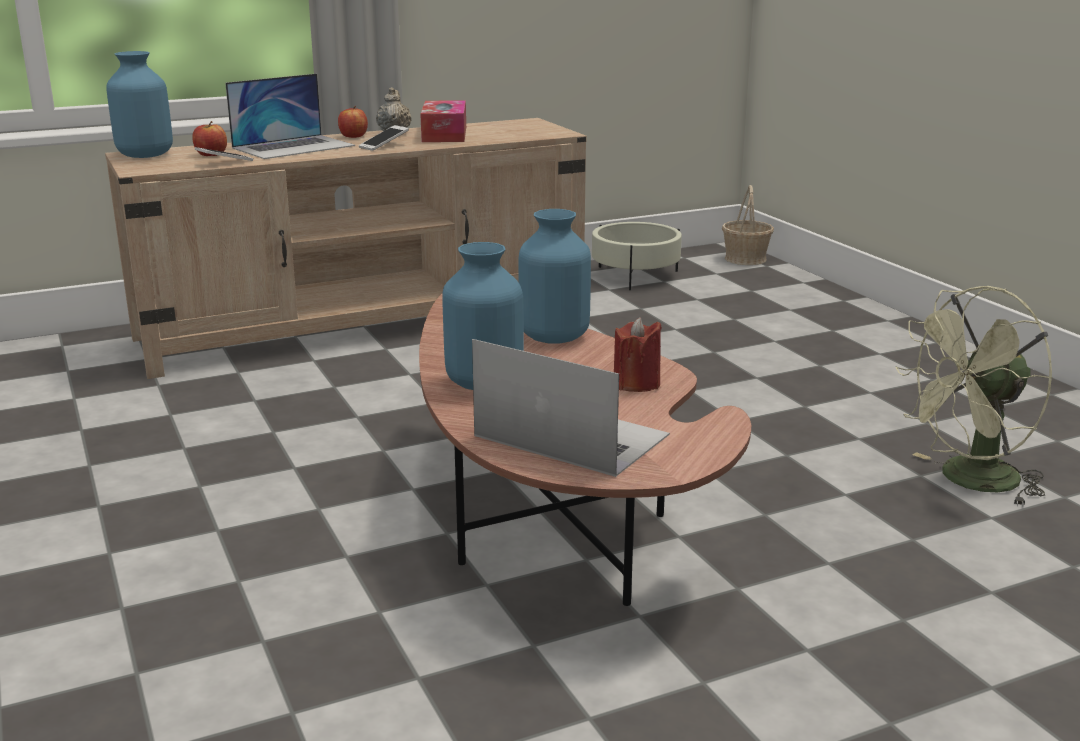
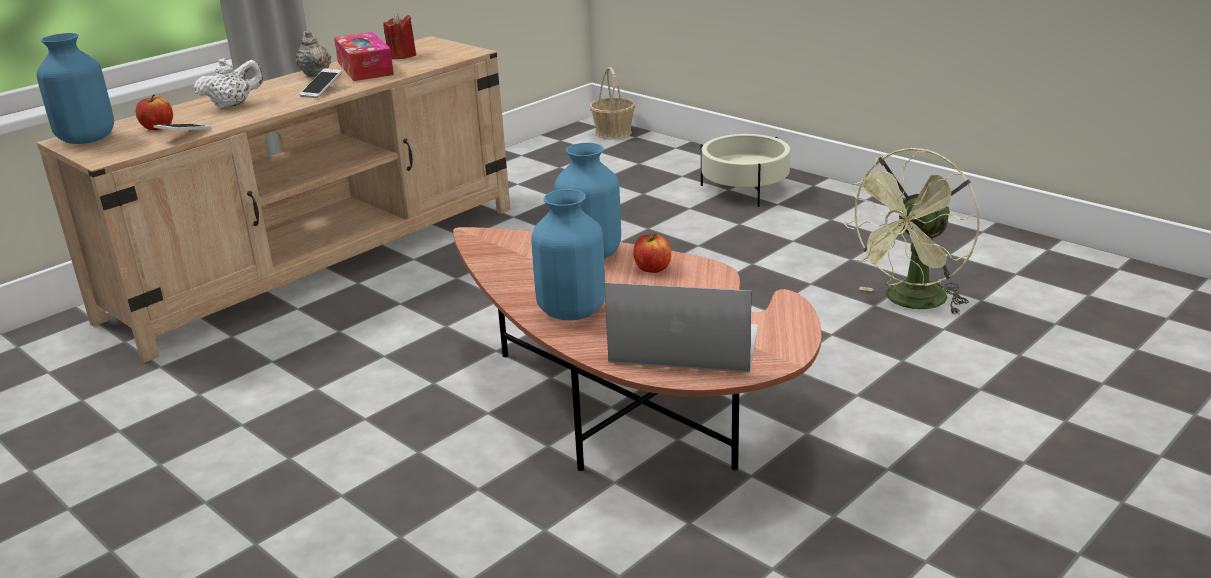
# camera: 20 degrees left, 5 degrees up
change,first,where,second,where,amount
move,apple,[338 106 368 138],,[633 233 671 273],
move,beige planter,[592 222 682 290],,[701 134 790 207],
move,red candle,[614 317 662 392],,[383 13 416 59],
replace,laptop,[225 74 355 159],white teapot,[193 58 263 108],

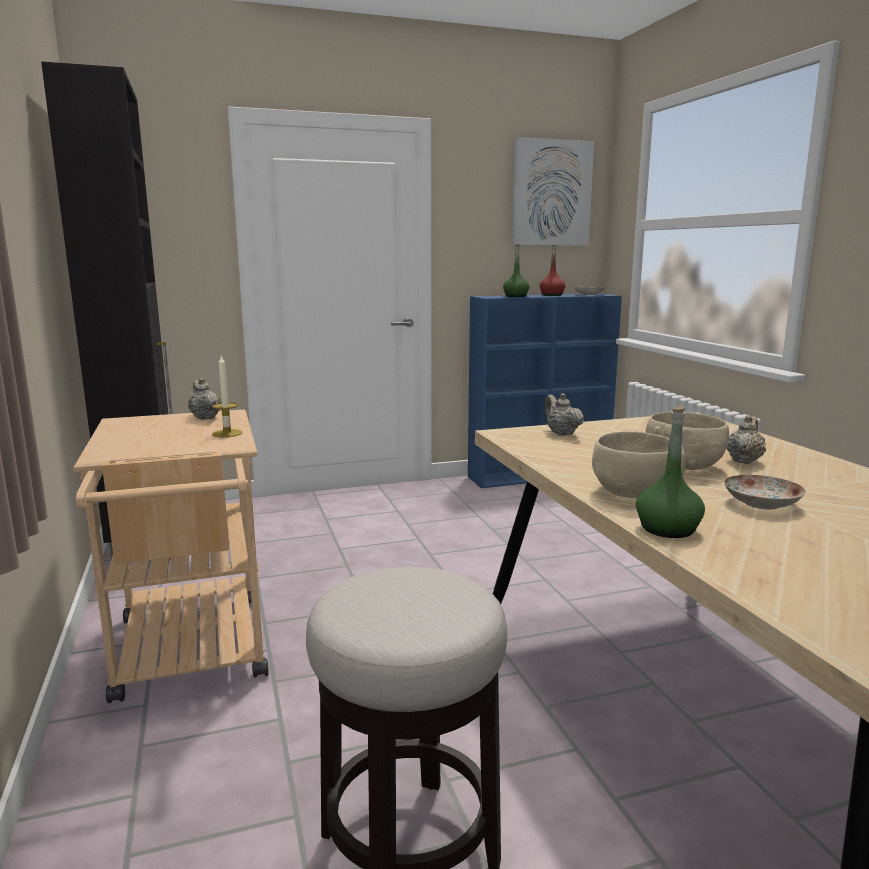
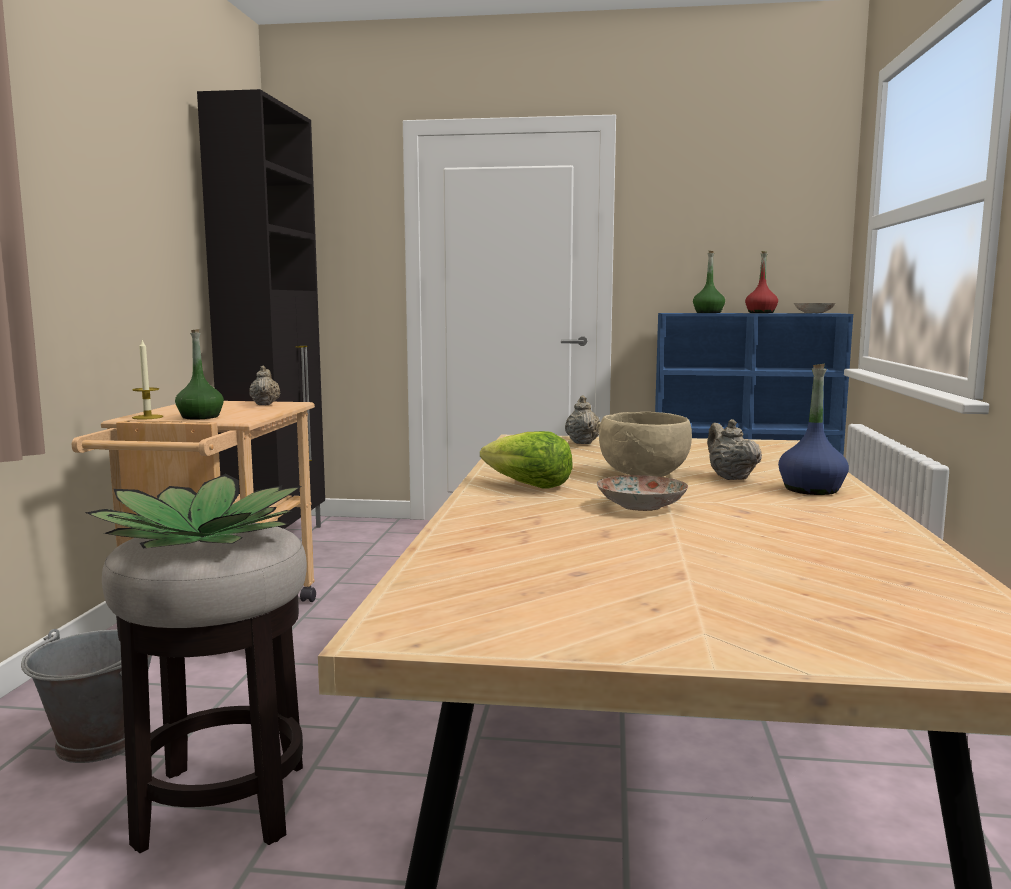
# camera: 25 degrees right, 5 degrees down
change,first,where,second,where,amount
delete,picture,[512 137 594 245],,,
insert,,,grey bucket,[21 629 152 763],
insert,,,potted plant,[86 474 302 548],
insert,,,blue bottle,[778 364 849 495],
move,candle,[212 356 243 437],,[132 340 163 420],
move,green bottle,[636 406 705 538],,[175 329 224 420],
replace,beige bowl,[592 431 686 498],lettuce,[480 431 572 488],
rotate,beige teapot,[727 415 766 464],,[707 419 762 480],75 degrees counterclockwise

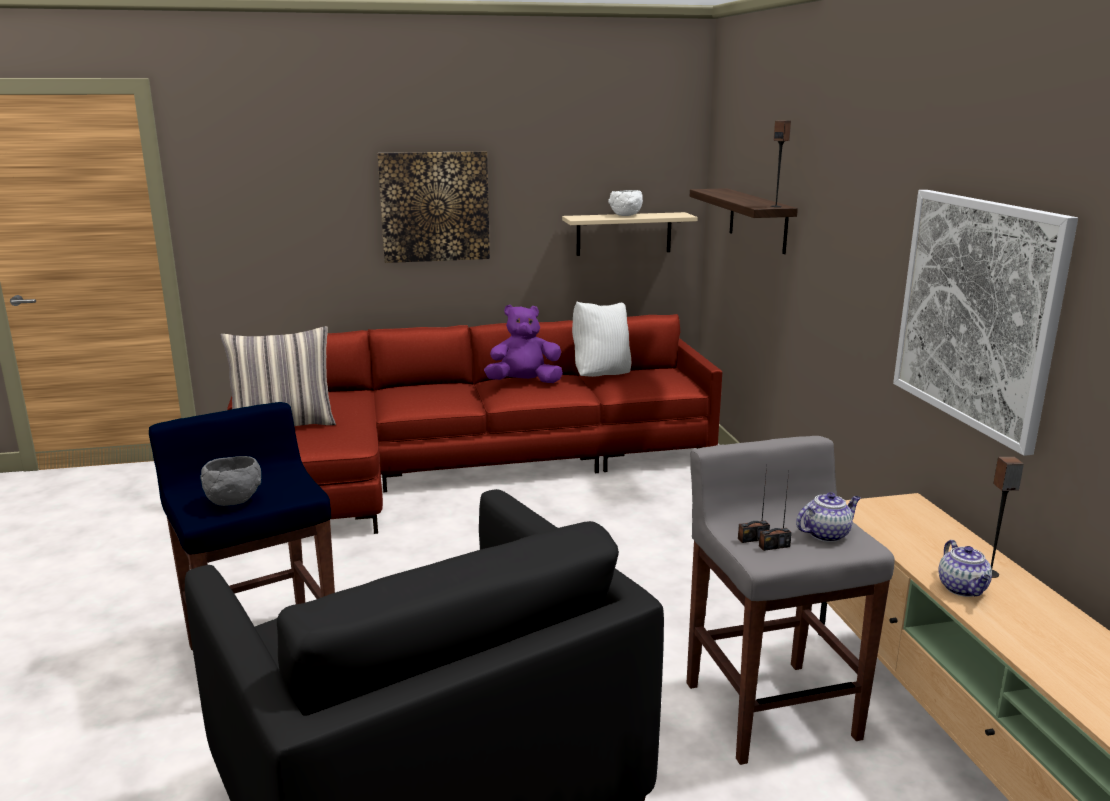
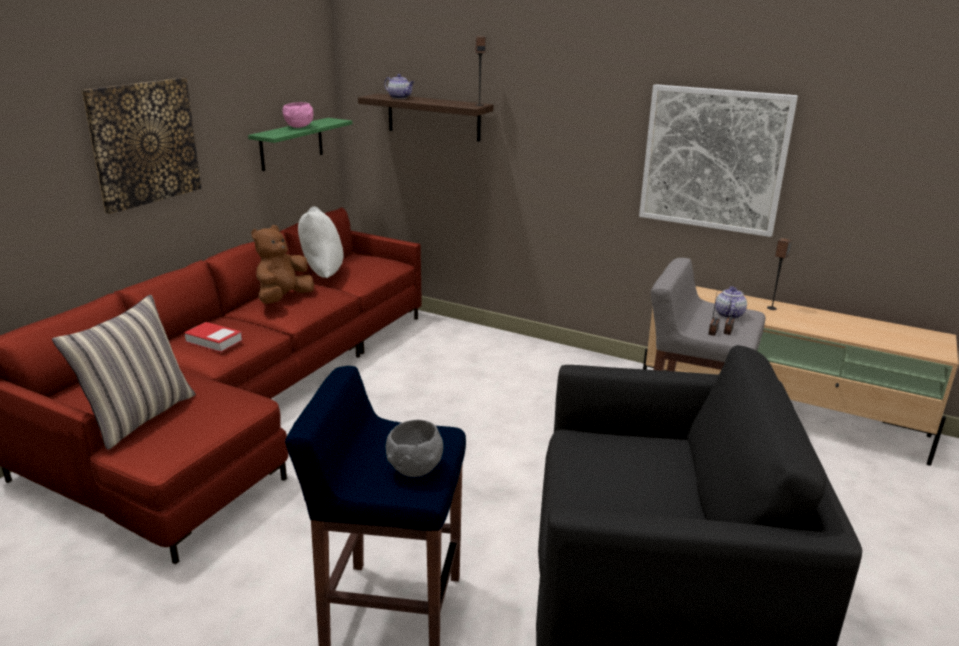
# camera: 50 degrees left, 5 degrees up
change,first,where,second,where,amount
insert,,,book,[184 322 243 353],
move,teapot,[938 540 992 597],,[384 74 414 99],
recolor,purple plush toy,[484 305 563 383],brown plush toy,[251 225 314 304],
recolor,beige shelf,[562 212 698 256],green shelf,[248 118 352 171],
recolor,white bowl,[608 190 643 216],pink bowl,[283 102 313 128],

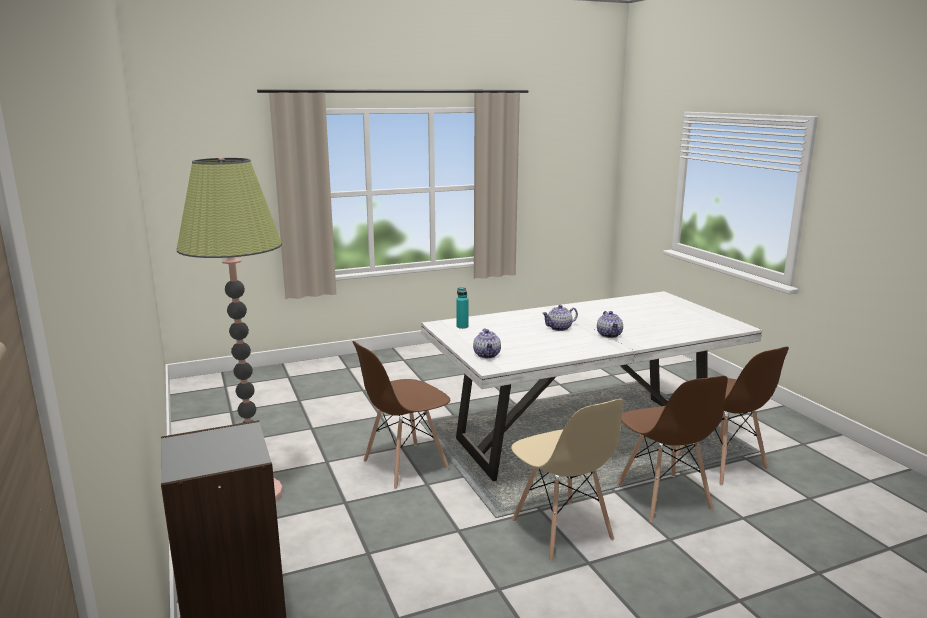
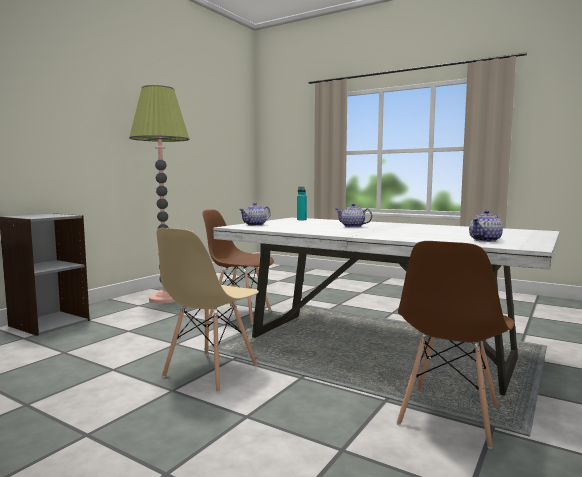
# camera: 55 degrees right, 10 degrees down
change,first,where,second,where,amount
delete,brown chair,[617 376 728 522],,,
move,teapot,[597 311 623 338],,[469 210 503 242],

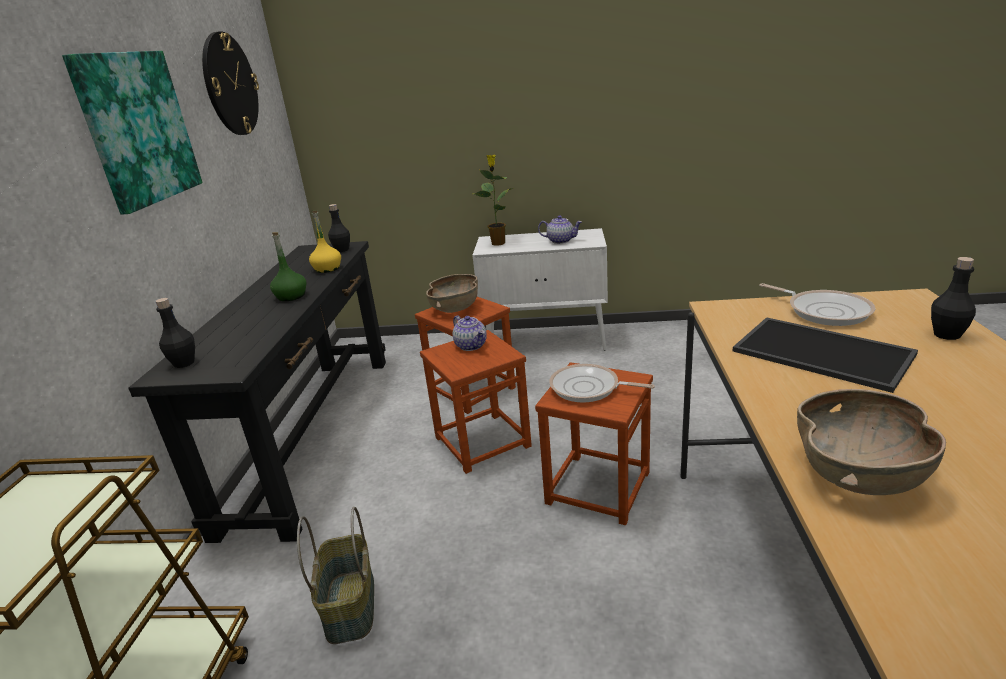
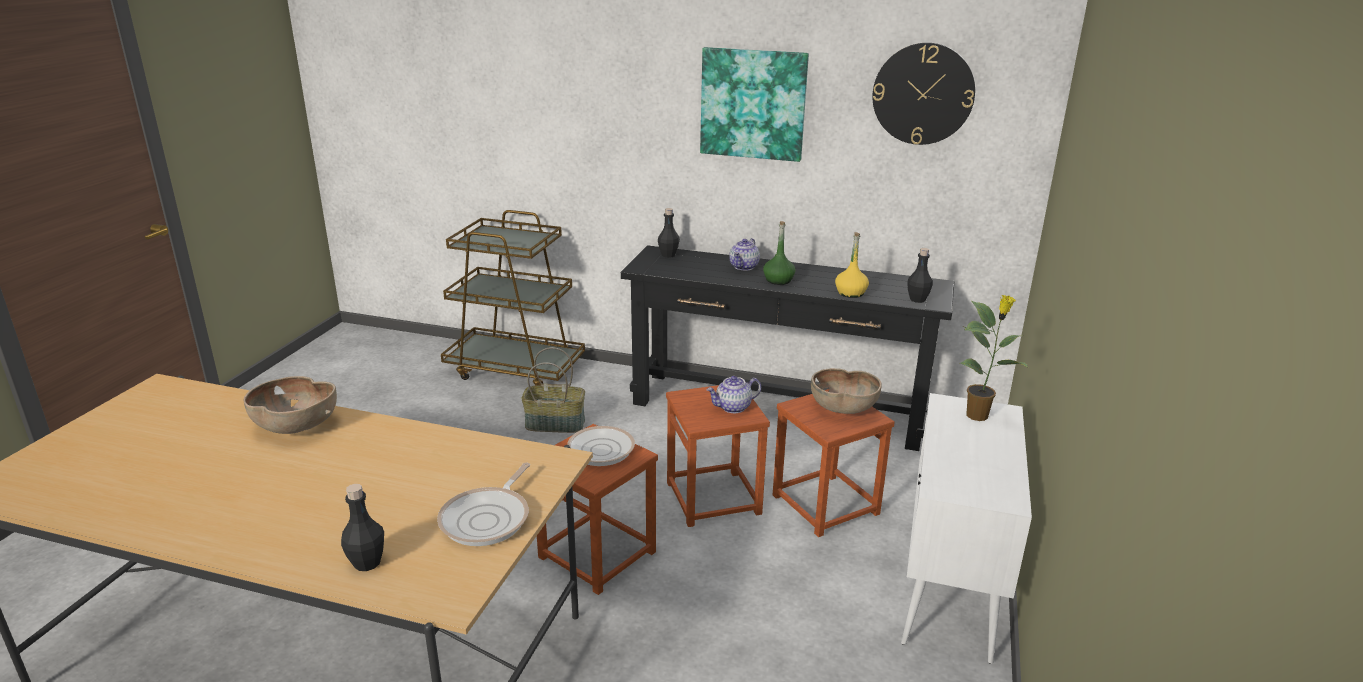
# camera: 100 degrees right, 0 degrees up
change,first,where,second,where,amount
delete,tray,[732 317 918 393],,,
move,teapot,[538 215 582 244],,[729 238 760 270],
rotate,frying pan,[759 283 876 326],,[437 463 530 546],45 degrees counterclockwise

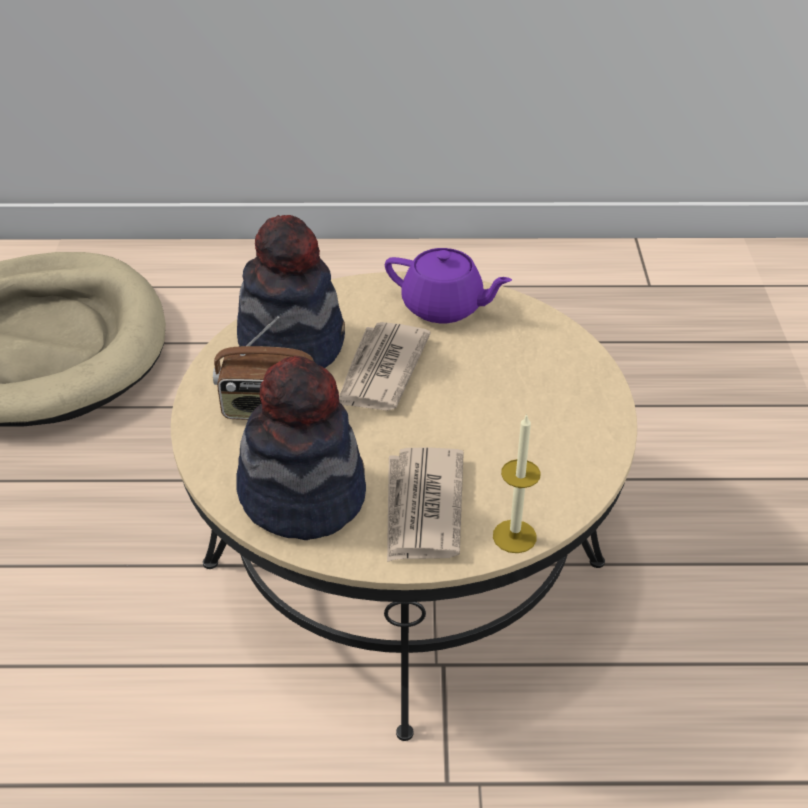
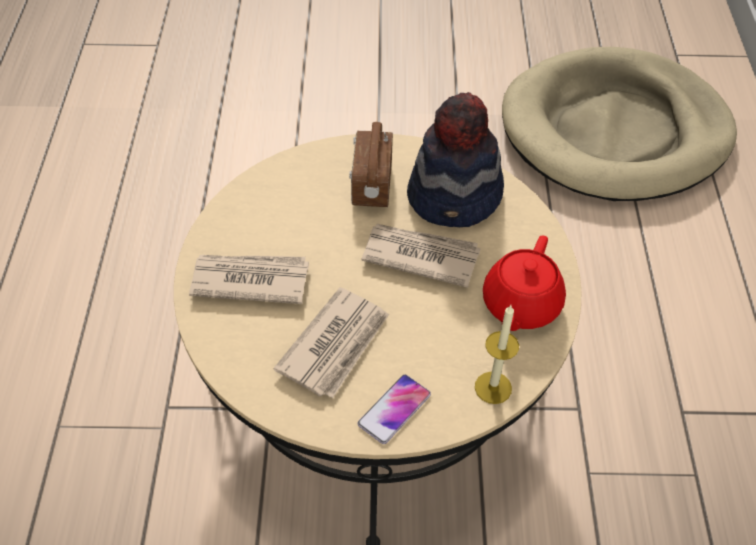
# camera: 90 degrees right, 10 degrees up
change,first,where,second,where,amount
delete,hat,[236 356 366 540],,,
insert,,,newspaper,[274 288 389 398],
insert,,,phone,[357 374 431 444],
move,candle,[493 414 540 553],,[475 305 519 404],
recolor,purple teapot,[385 248 512 323],red teapot,[483 235 566 331],

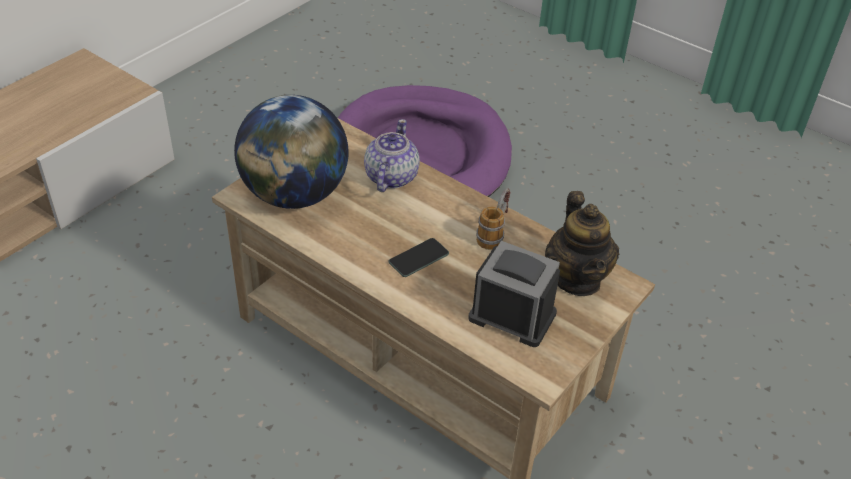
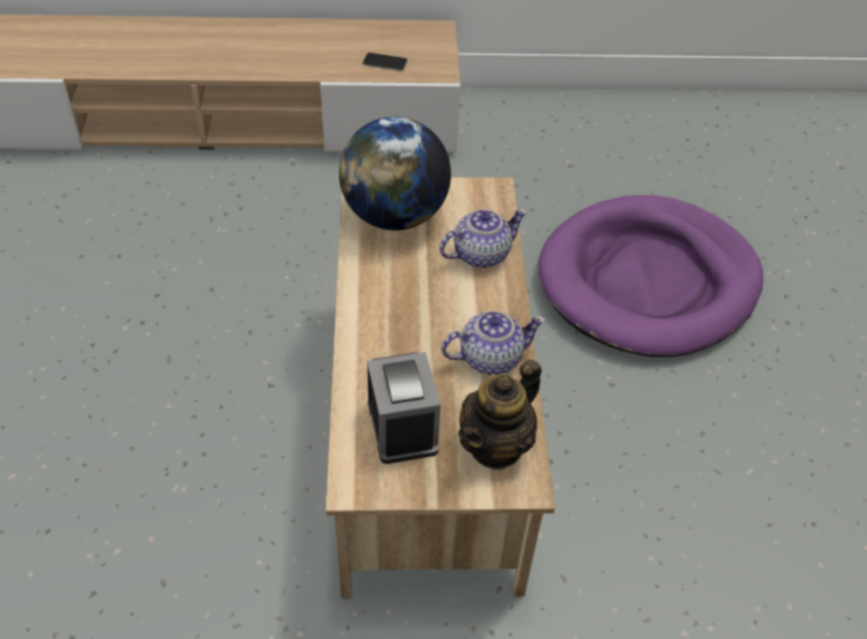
# camera: 50 degrees right, 5 degrees up
change,first,where,second,where,amount
move,phone,[388 238 449 277],,[363 53 407 71],
replace,mug,[476 188 511 250],teapot,[441 311 546 375],

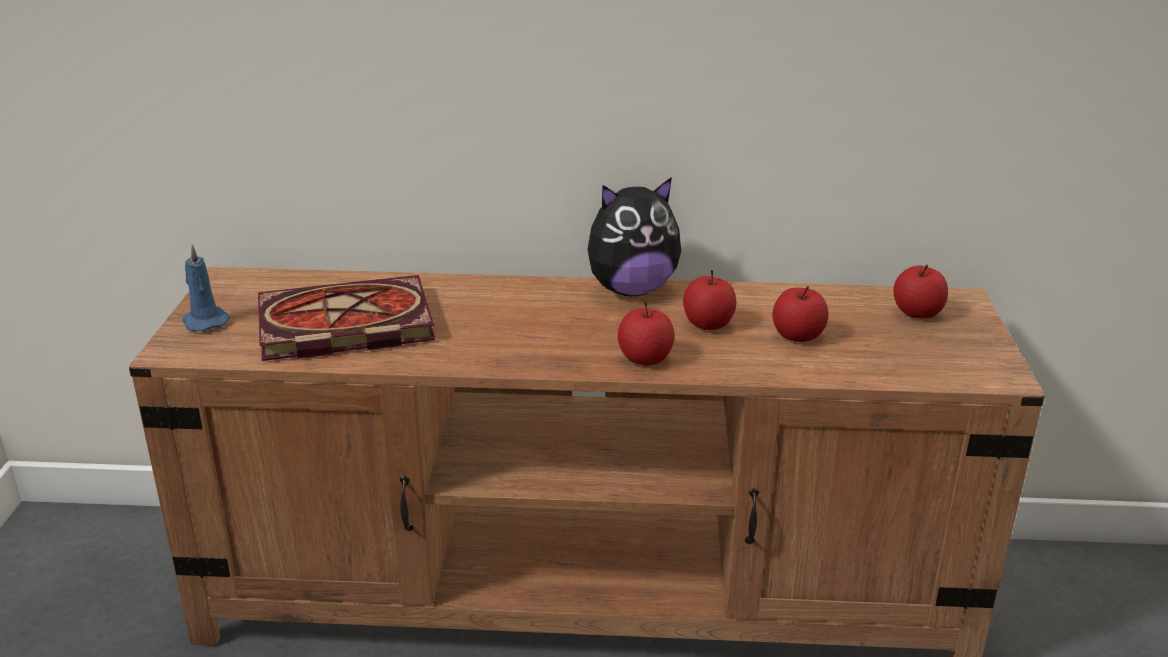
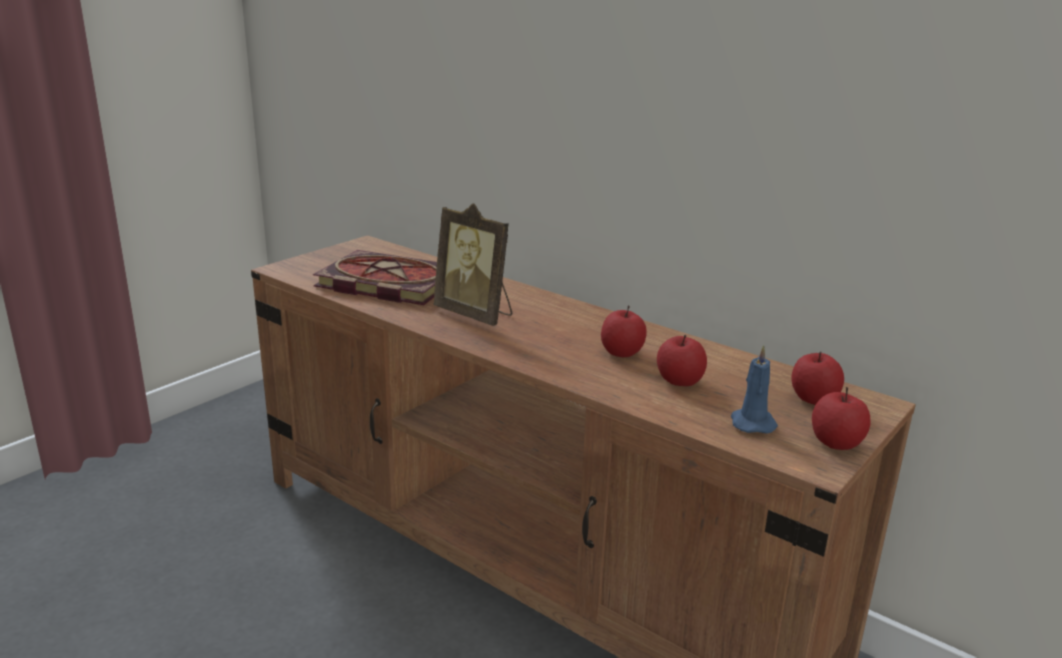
# camera: 35 degrees right, 5 degrees down
change,first,where,second,where,amount
delete,plush toy,[587 177 681 296],,,
insert,,,picture frame,[433 203 512 326],
move,blue candle,[183 244 230 332],,[731 345 778 434],
move,apple,[618 303 675 366],,[812 387 871 450],

